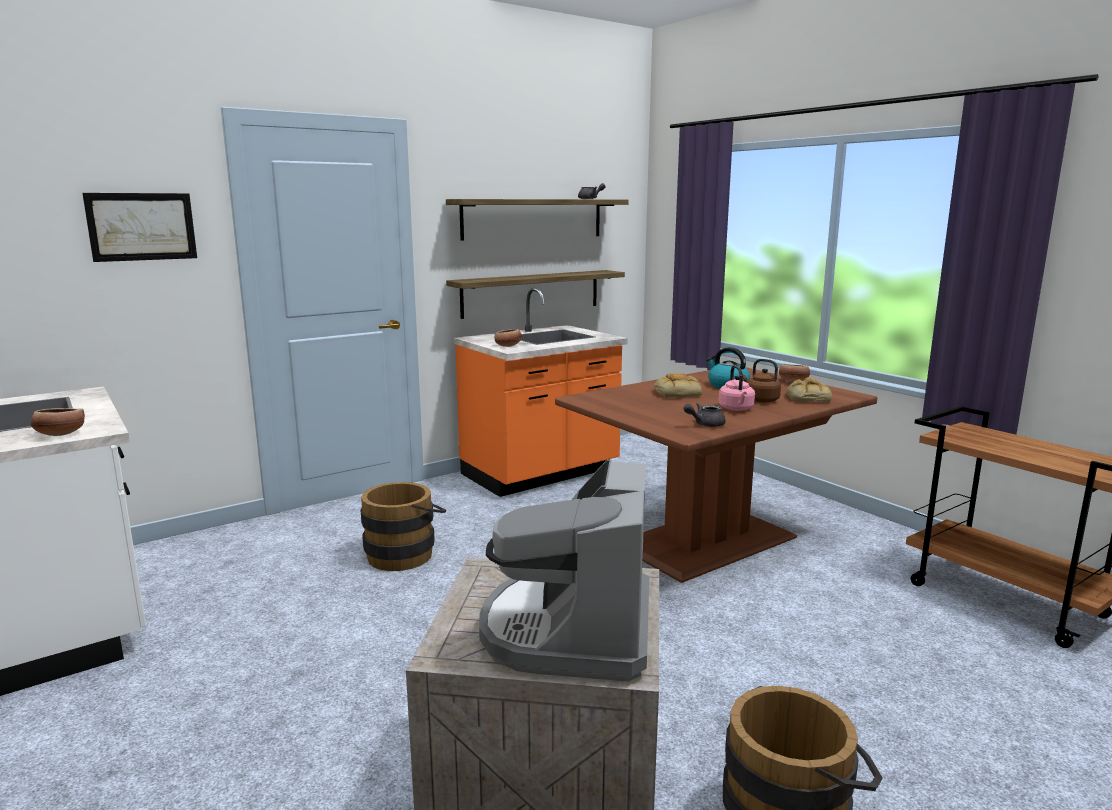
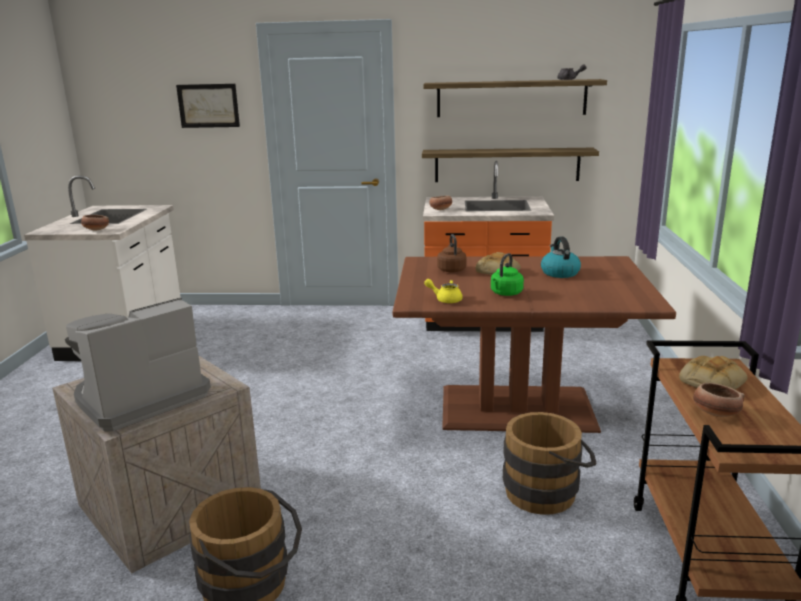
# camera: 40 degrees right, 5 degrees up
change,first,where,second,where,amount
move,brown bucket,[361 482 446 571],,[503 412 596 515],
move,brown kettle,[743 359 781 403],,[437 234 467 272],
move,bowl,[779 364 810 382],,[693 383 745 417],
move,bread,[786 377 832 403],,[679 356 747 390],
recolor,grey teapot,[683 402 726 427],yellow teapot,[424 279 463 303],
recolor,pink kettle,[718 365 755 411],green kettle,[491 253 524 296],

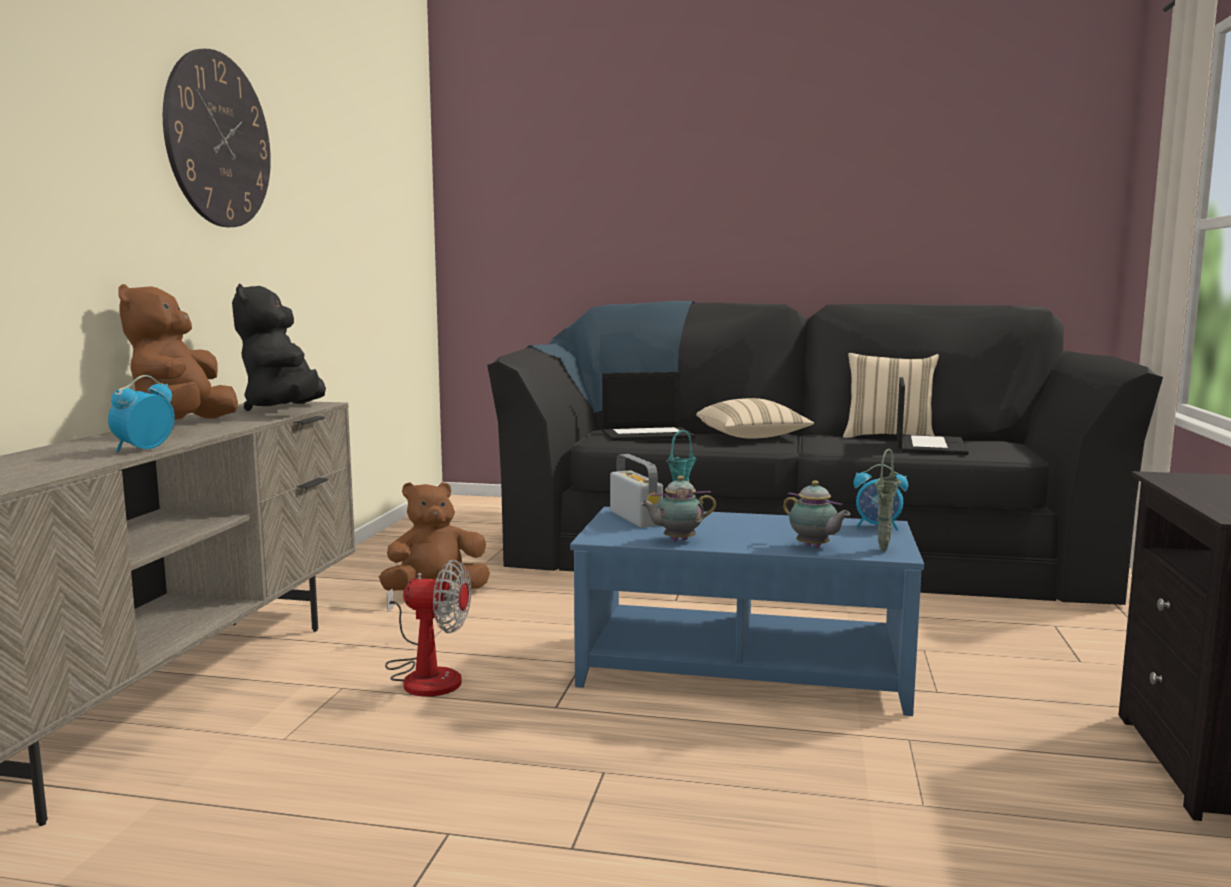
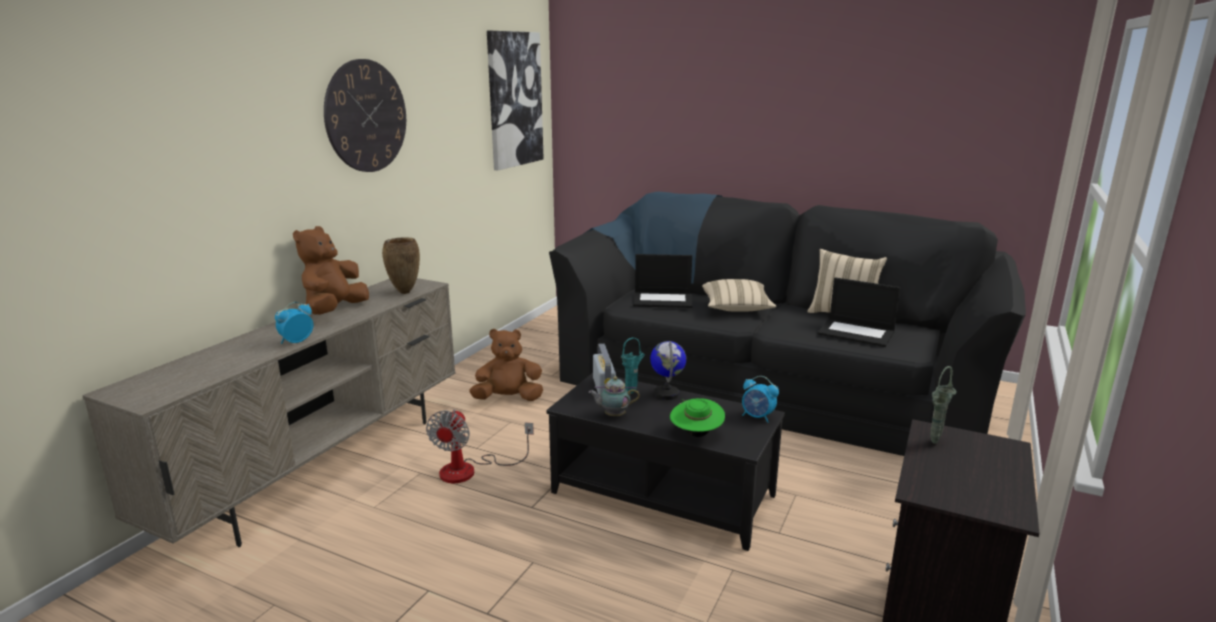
# camera: 15 degrees right, 10 degrees up
change,first,where,second,where,amount
insert,,,picture,[487 31 544 170],
insert,,,globe,[650 341 686 400],
move,green vase,[875 449 901 552],,[930 366 957 444],
replace,black plush toy,[232 284 326 411],brown vase,[382 237 420 294],
replace,teapot,[783 480 850 548],green hat,[670 398 725 437],
recolor,blue coffee table,[570 507 924 716],black coffee table,[546 373 785 551],
rotate,fan,[385 560 471 696],,[426 409 534 483],75 degrees clockwise
rotate,laptop,[897 377 969 455],,[817 277 900 347],90 degrees clockwise

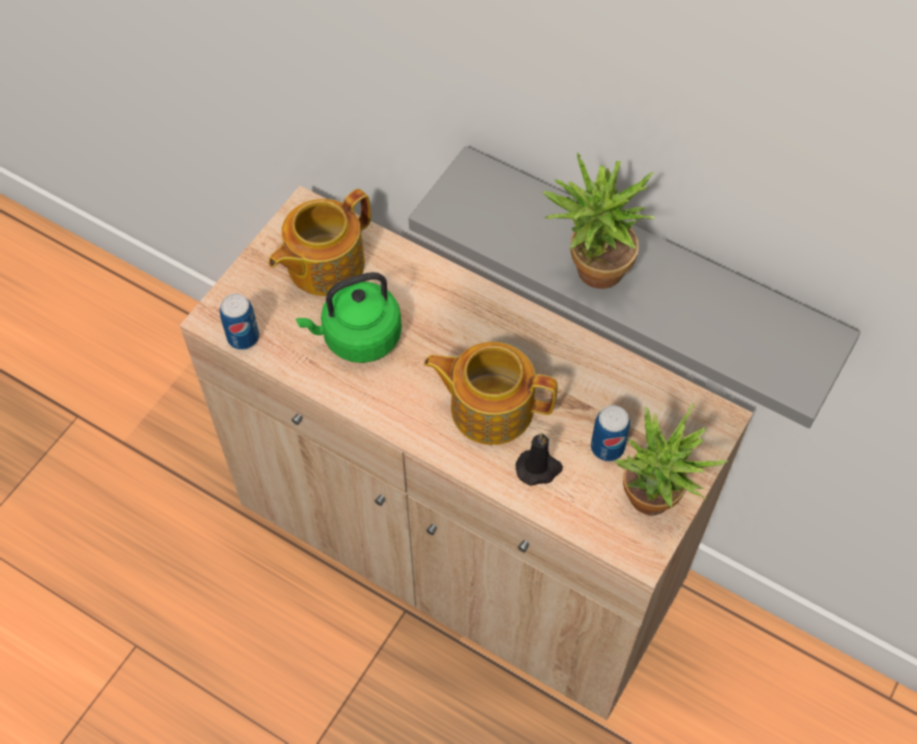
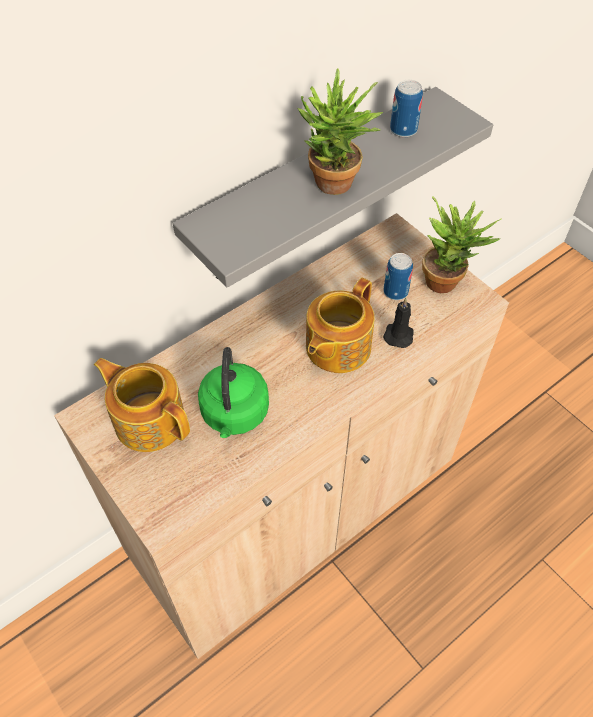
# camera: 70 degrees left, 5 degrees down
change,first,where,second,where,amount
move,can,[220 294 259 350],,[390 80 423 137],
rotate,teapot,[268 189 371 296],,[94 358 190 452],150 degrees clockwise

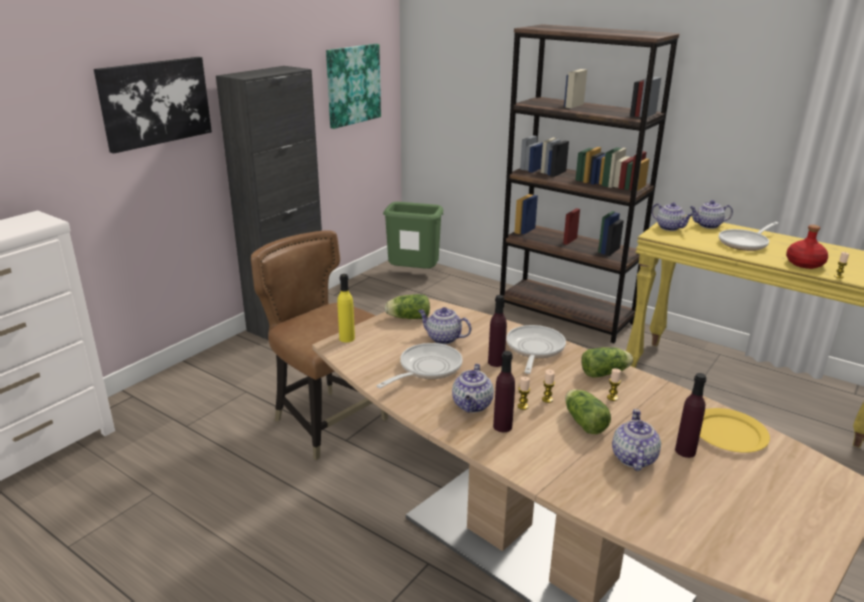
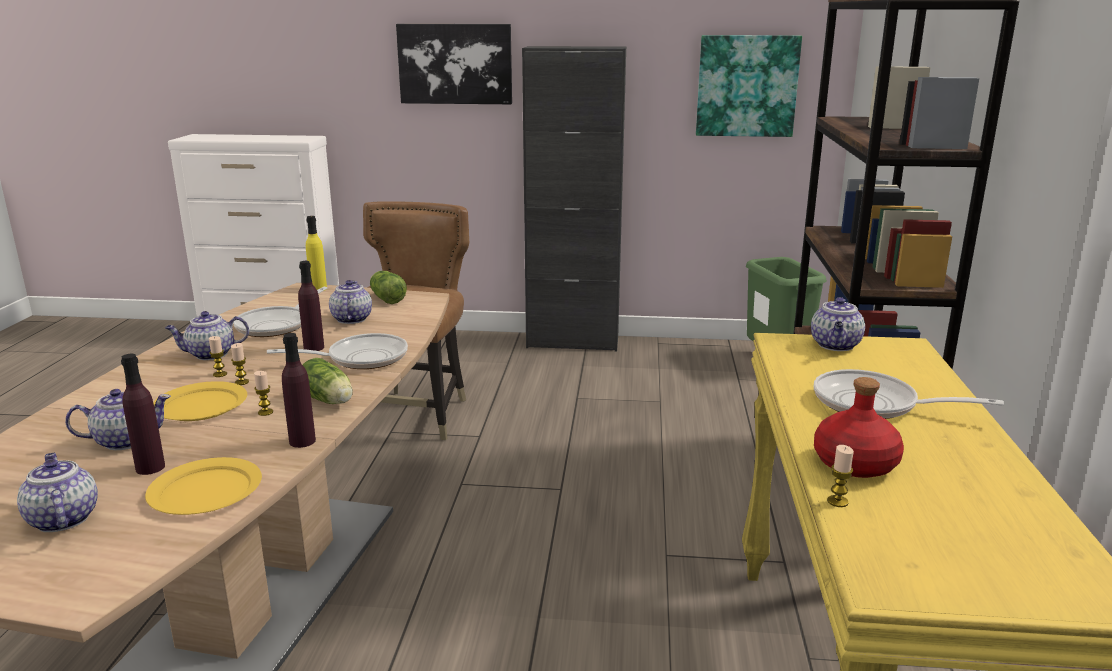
# camera: 60 degrees right, 5 degrees down
change,first,where,second,where,amount
move,purple bottle,[493 351 515 432],,[282 333 316 448],
move,teapot,[690 200 733 229],,[17 453 98 532],
replace,lettuce,[565 389 611 434],yellow plate,[153 381 247 421],
rotate,frying pan,[376 343 462 388],,[233 287 328 337],105 degrees clockwise

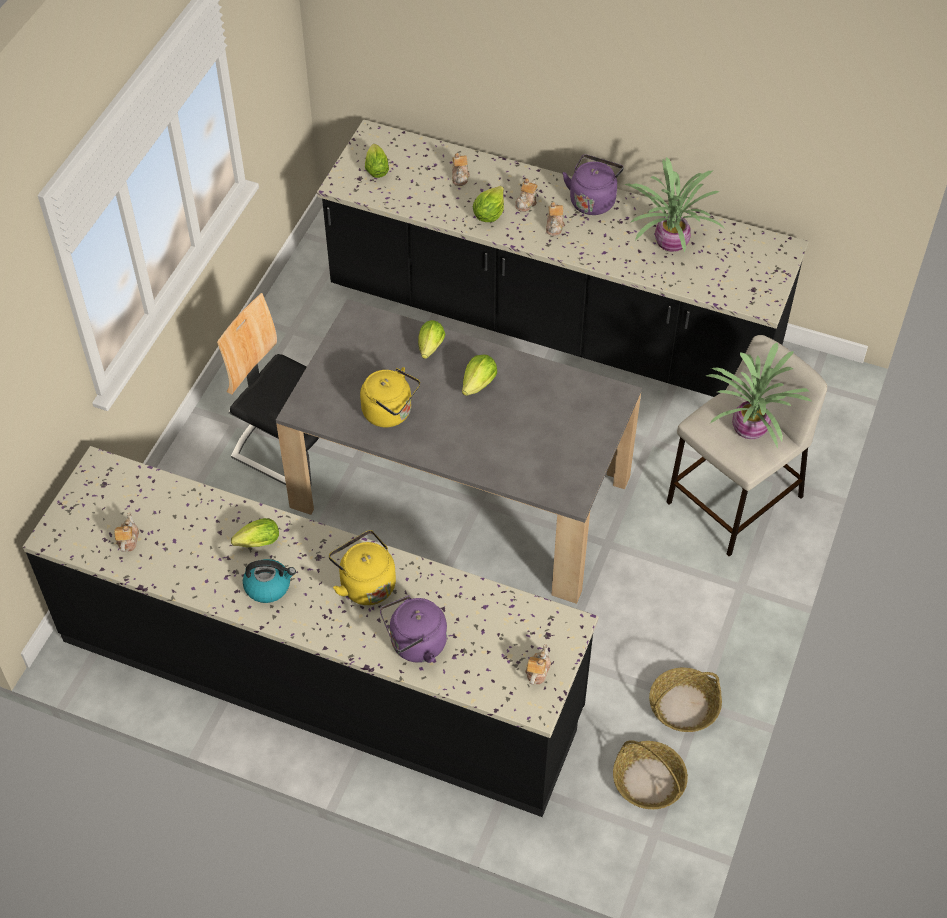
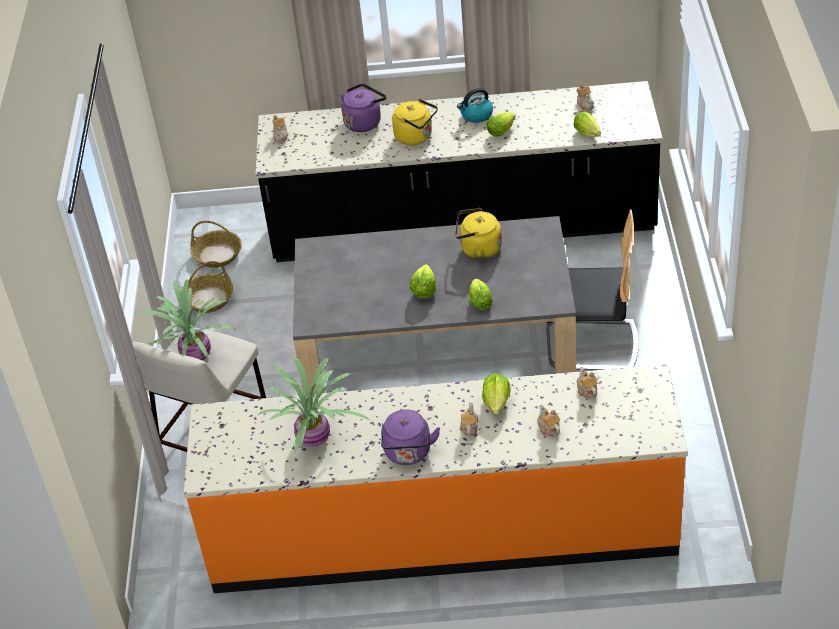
# camera: 160 degrees right, 10 degrees down
change,first,where,second,where,amount
move,lettuce,[365 144 389 178],,[574 112 601 137],
move,teapot,[546 202 565 236],,[577 367 598 399],
recolor,black counter,[317 119 809 397],orange counter,[183 364 688 593],

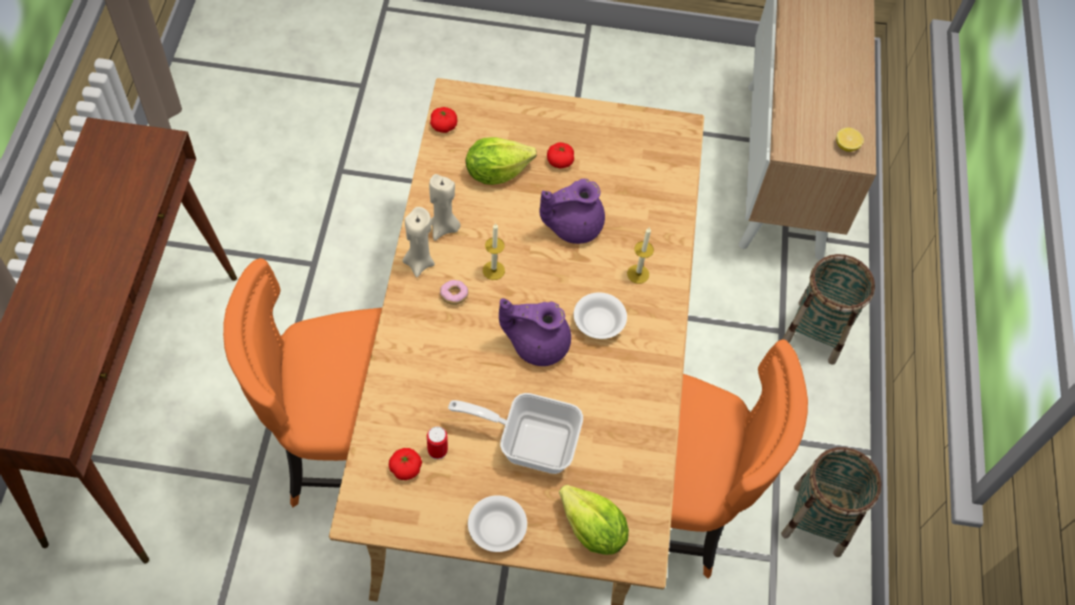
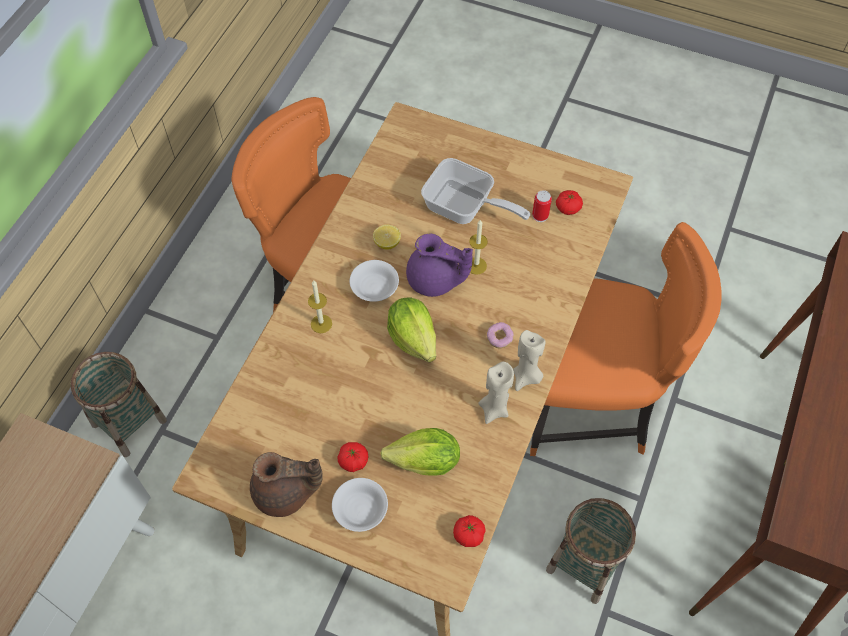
# camera: 160 degrees left, 0 degrees up
change,first,where,second,where,amount
delete,purple teapot,[539 179 605 244],,,
insert,,,brown teapot,[250 452 323 517],
move,white bowl,[468 495 527 552],,[332 478 388 532],
move,candle,[483 223 505 280],,[469 220 488 275],
move,lettuce,[559 485 629 555],,[387 297 436 362],
move,basket,[781 447 882 557],,[546 498 636 604],
move,lemon,[836 128 864 152],,[373 225 401 250],

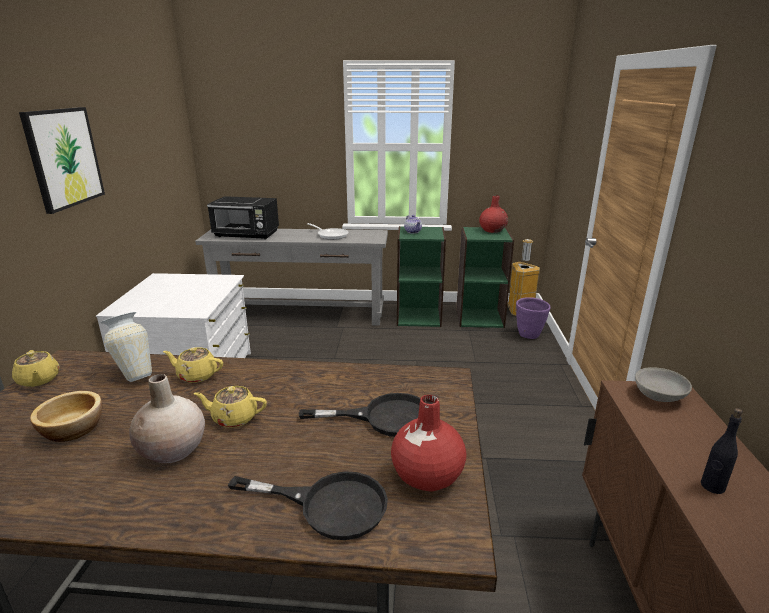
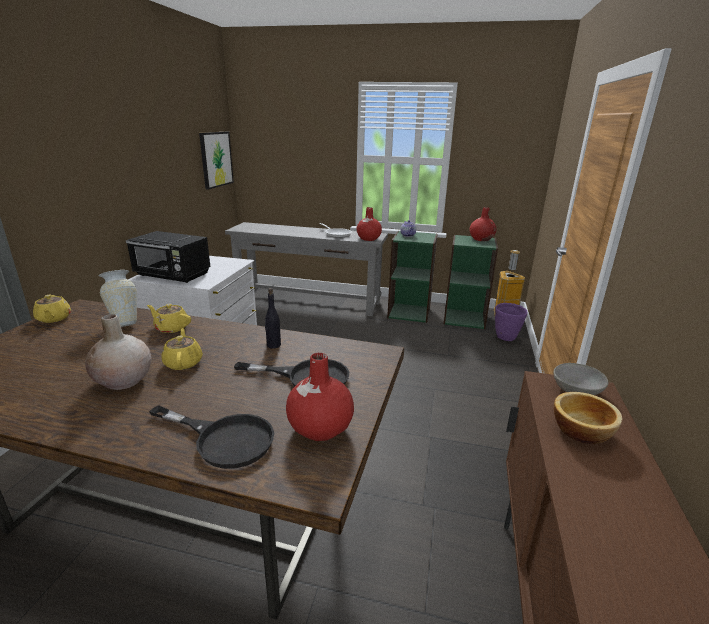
# camera: 10 degrees right, 0 degrees up
change,first,where,second,where,amount
insert,,,red vase,[357 207 382 241],
move,picture,[19 107 105 214],,[199 132 234 190],
move,bowl,[30 391 102 442],,[554 392 622 444],
move,black microwave,[207 196 279 239],,[126 231 210 283],
move,black bottle,[701 408 742 494],,[265 288 281 349],
rotate,yellow teapot,[194 386 267 428],,[162 328 203 370],60 degrees clockwise

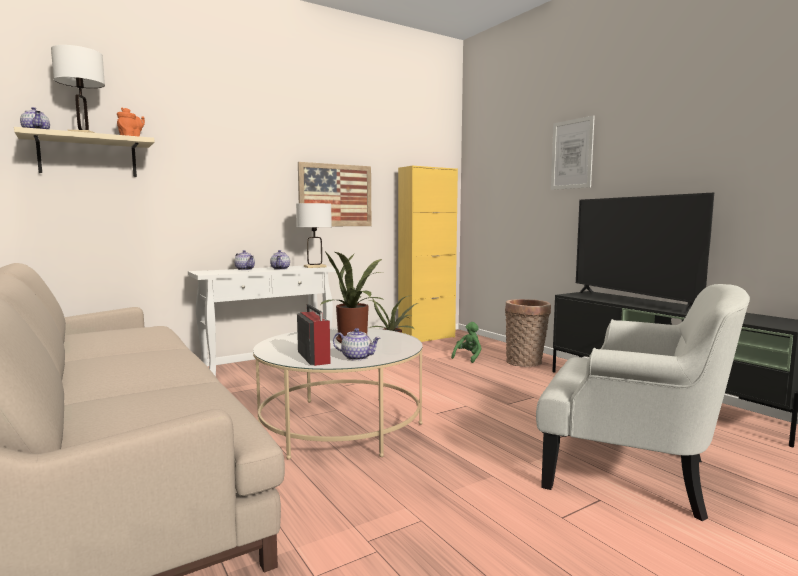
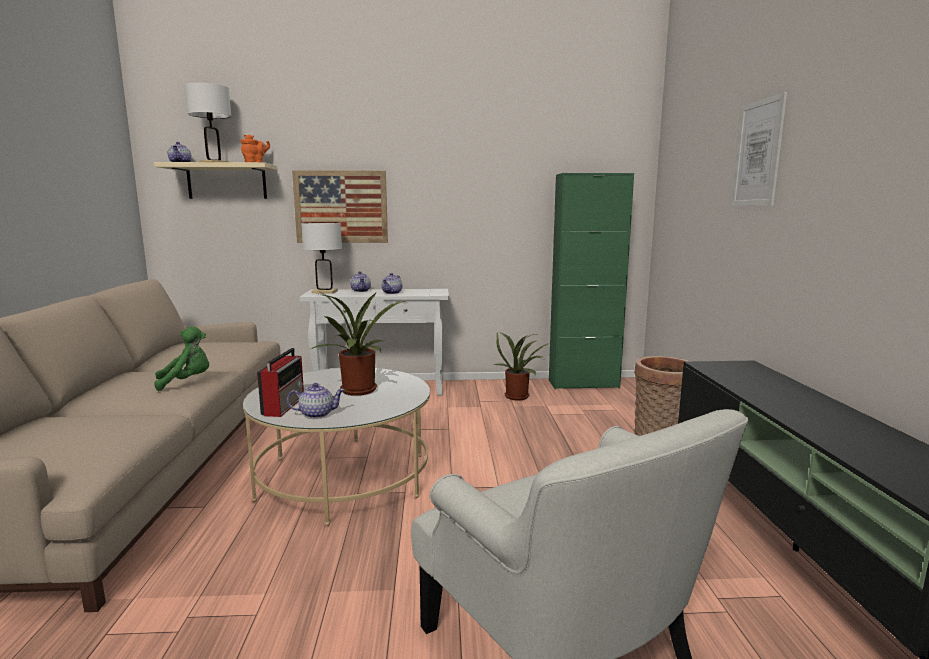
# camera: 30 degrees right, 5 degrees up
change,first,where,second,where,amount
delete,television,[576 193 714 313],,,
move,white table lamp,[296 203 332 268],,[301 222 342 294],
move,picture,[298 162 371 226],,[292 170 388 243],
move,green plush toy,[451 322 481 363],,[154 326 209 391],
recolor,yellow cabinet,[398 166 458 342],green cabinet,[549 173 634 389],
rotate,teapot,[333 328 381 361],,[287 383 344 419],60 degrees counterclockwise

